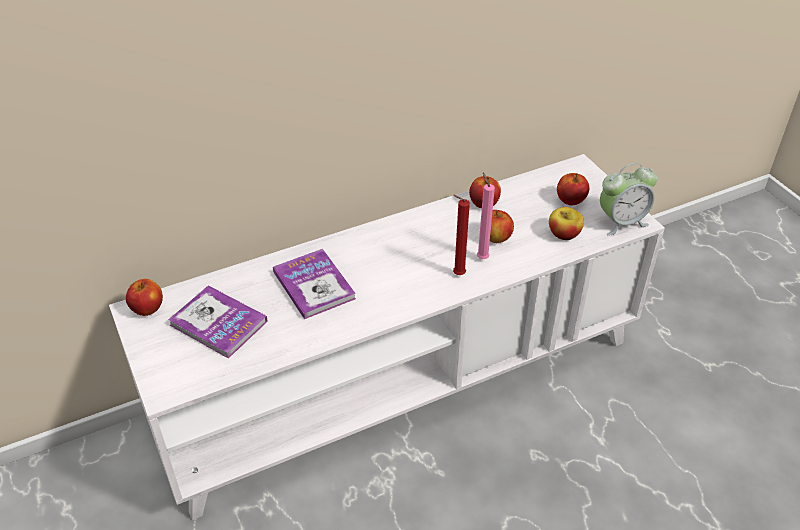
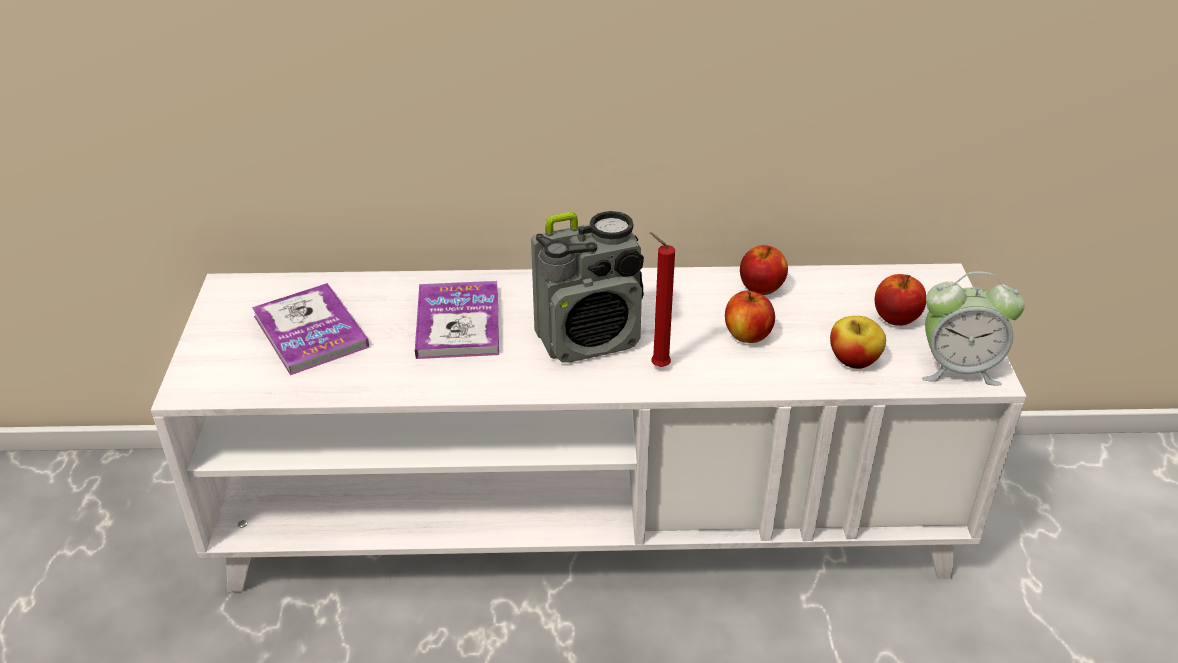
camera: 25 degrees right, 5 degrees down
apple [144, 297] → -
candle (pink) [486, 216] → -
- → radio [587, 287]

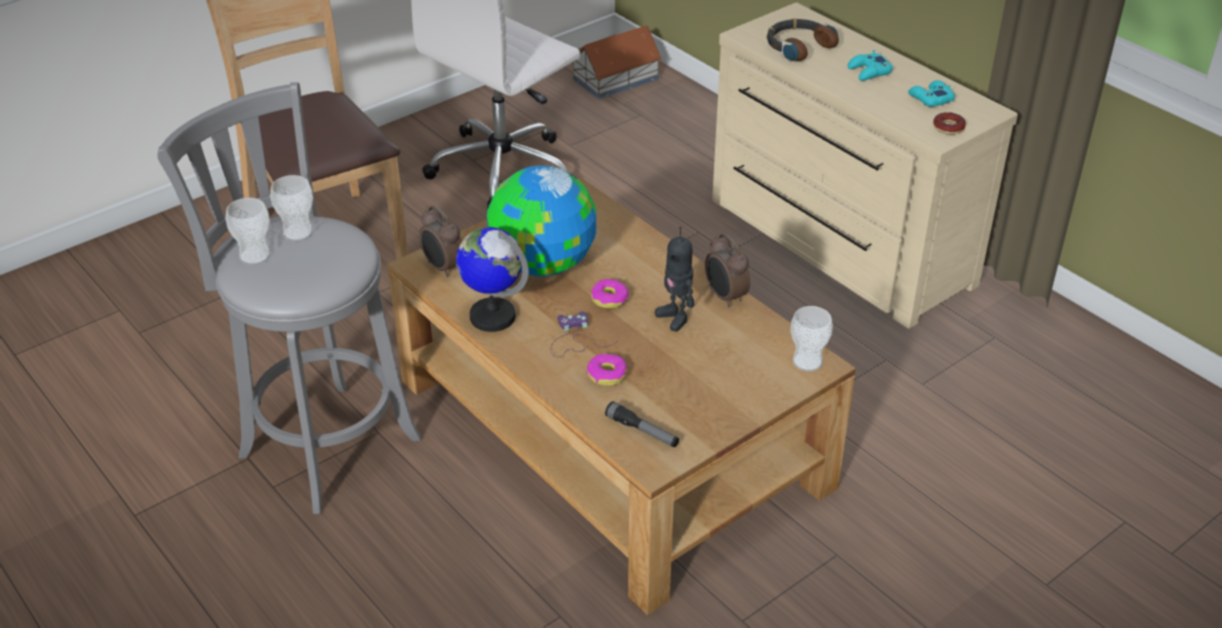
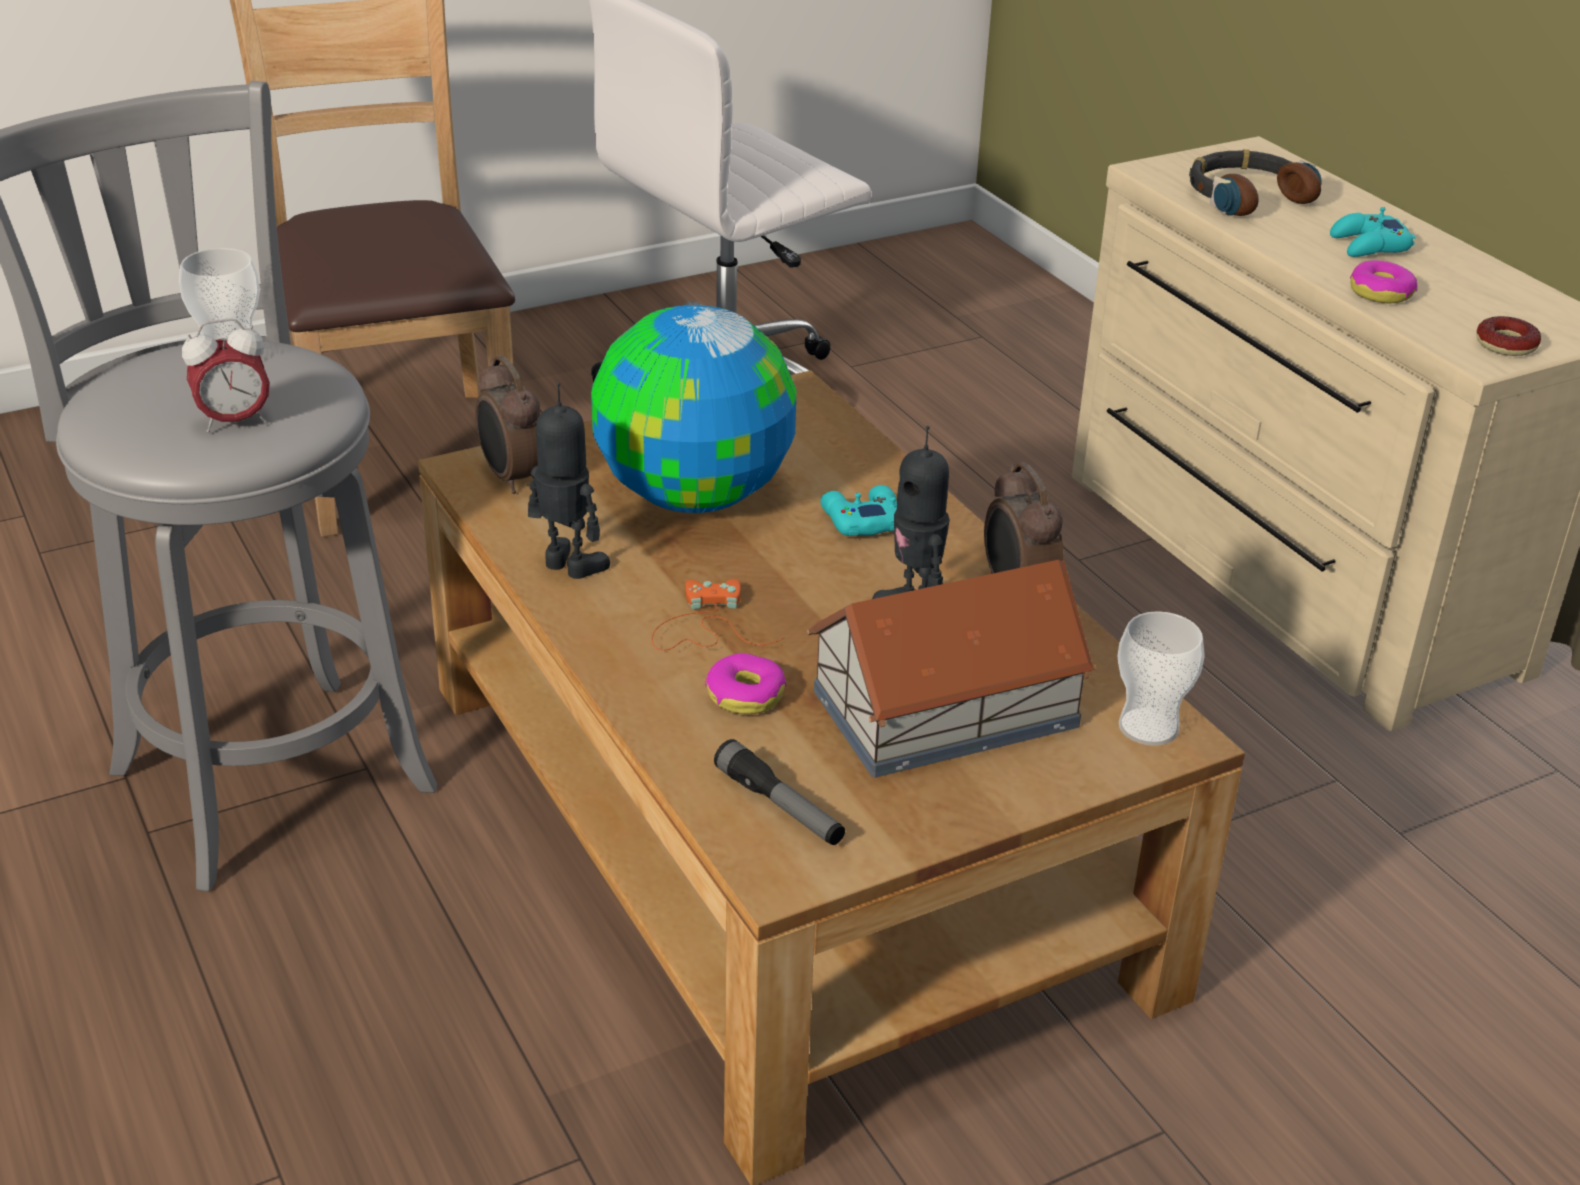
camera: 10 degrees right, 5 degrees down
cup [248, 231] → -
globe [492, 279] → toy robot [569, 480]
game controller (purple) [584, 334] → game controller (orange) [718, 614]
toy house [617, 63] → toy house [952, 669], relocated
donut [610, 294] → donut [1384, 282], relocated
game controller (turquoise) [931, 93] → game controller (turquoise) [858, 510], relocated
- → alarm clock [226, 375]

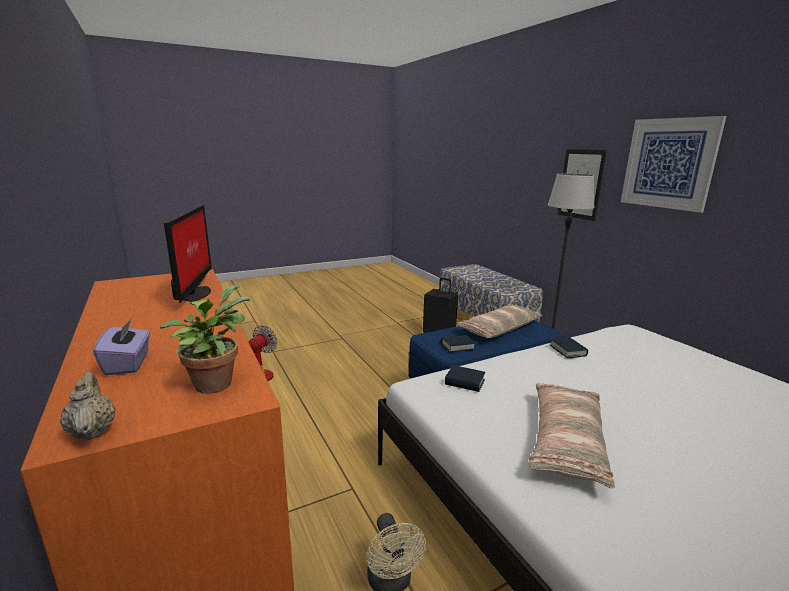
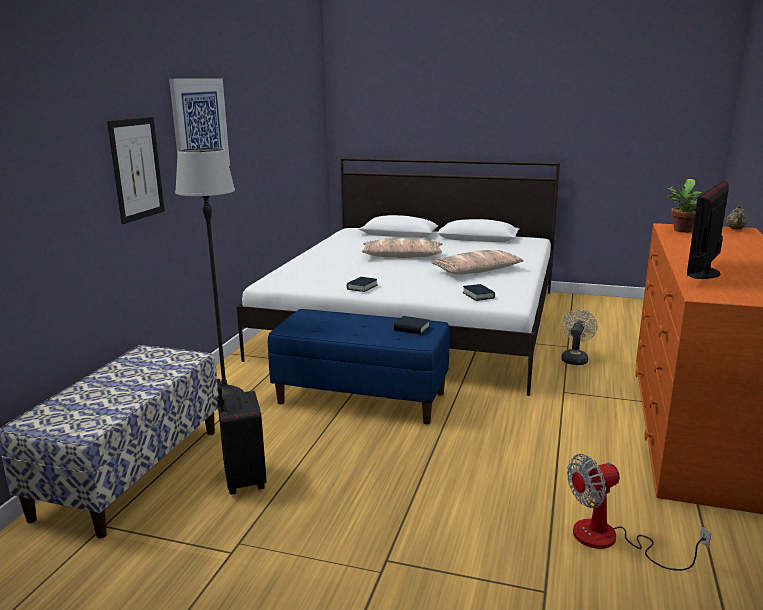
camera: 135 degrees left, 0 degrees up
tissue box (purple) [121, 347] → -
pillow [499, 321] → pillow [402, 248], relocated

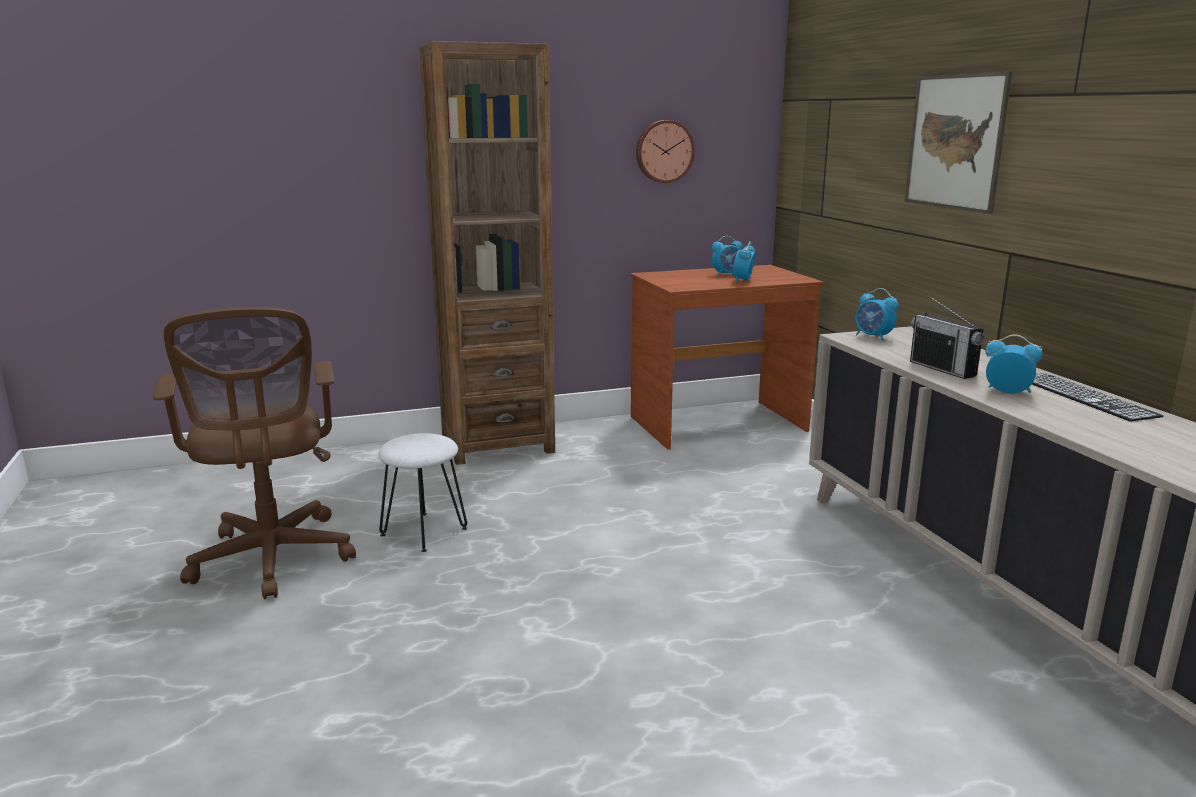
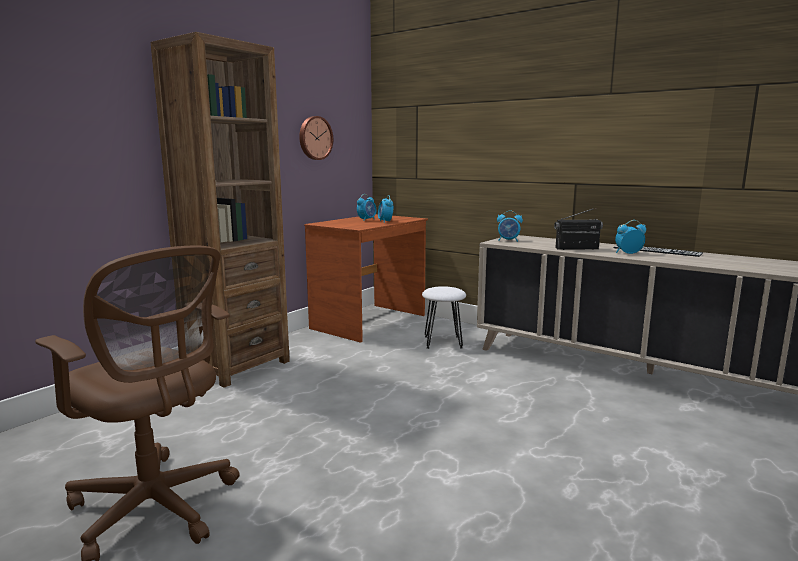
camera: 35 degrees left, 5 degrees down
stool (white) [422, 492] → stool (white) [444, 317], relocated
picture [958, 143] → -
radio [947, 337] → radio [578, 229], 150 degrees clockwise

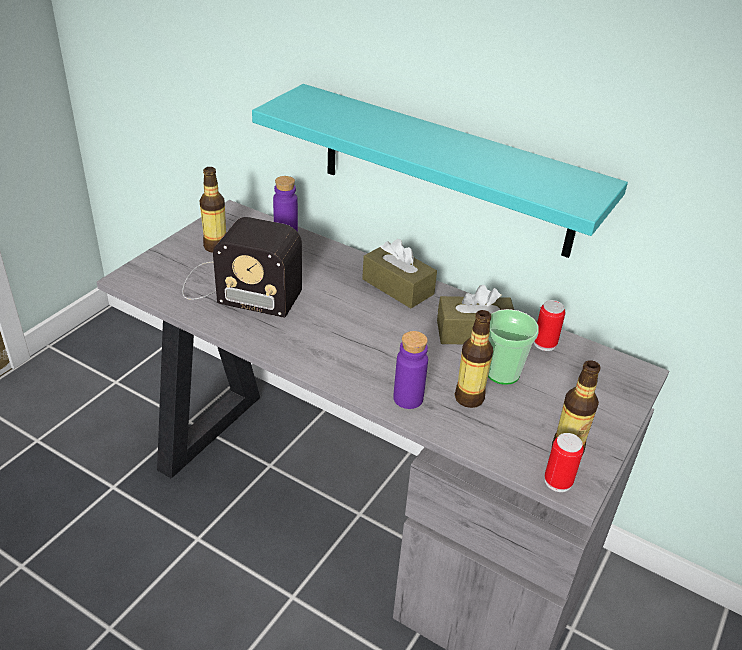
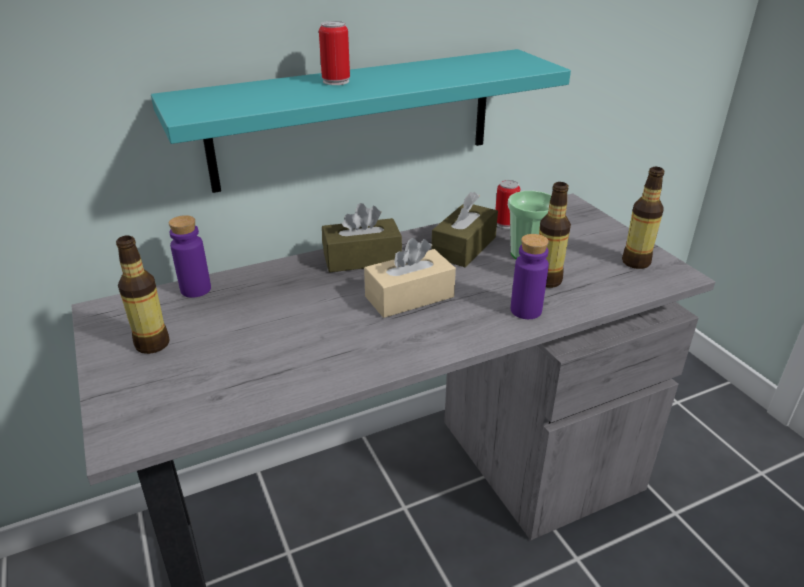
camera: 55 degrees left, 5 degrees down
radio [242, 267] → -
can [564, 462] → can [334, 53], relocated
- → tissue box (beige) [410, 278]

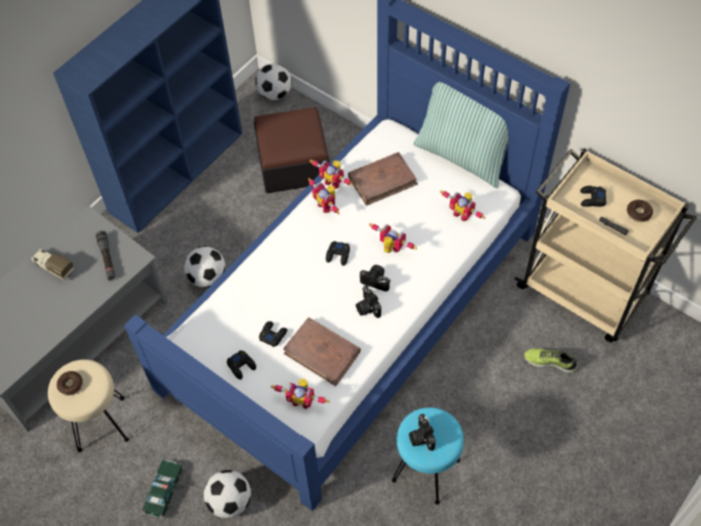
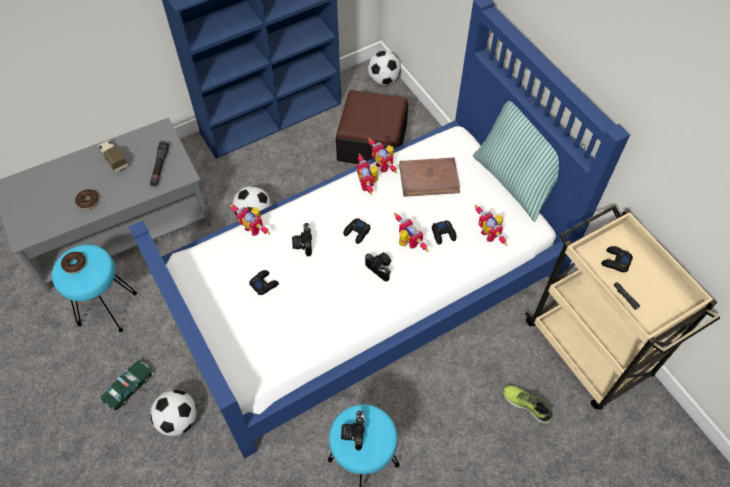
camera: 20 degrees right, 0 degrees up
stool (beige) [88, 405] → stool (turquoise) [94, 288]
game controller (black) [241, 364] → game controller (black) [444, 232], relocated
toy robot [300, 394] → toy robot [250, 220], relocated
book (brown) [322, 351] → -
photo camera [368, 301] → photo camera [302, 239], relocated
donut [640, 211] → donut [87, 199], relocated

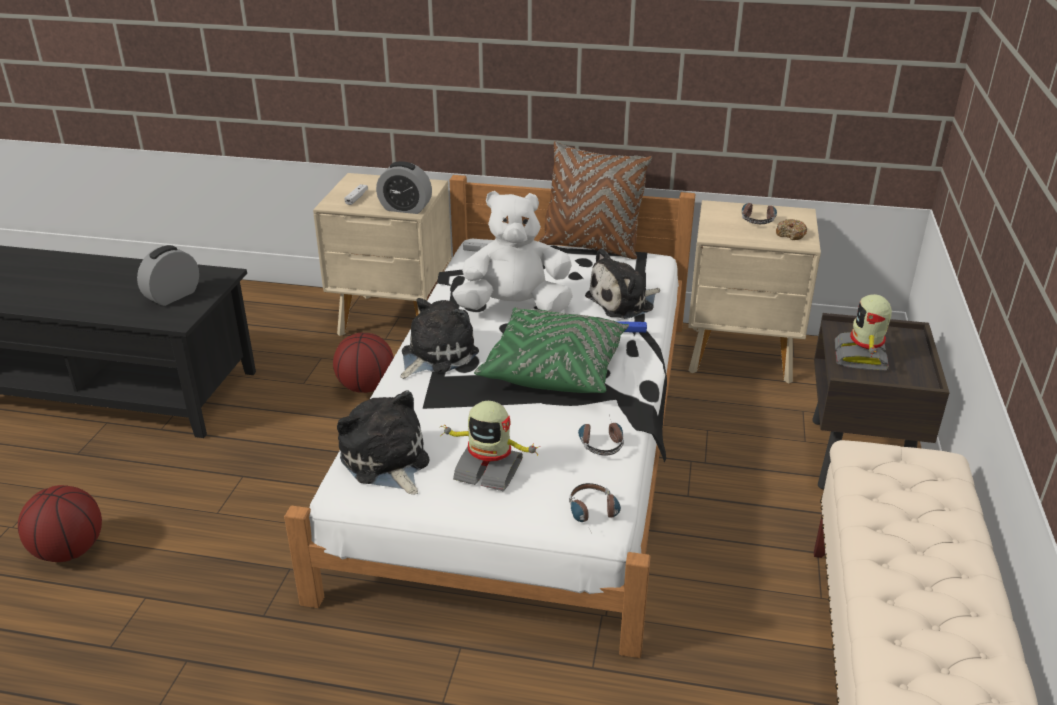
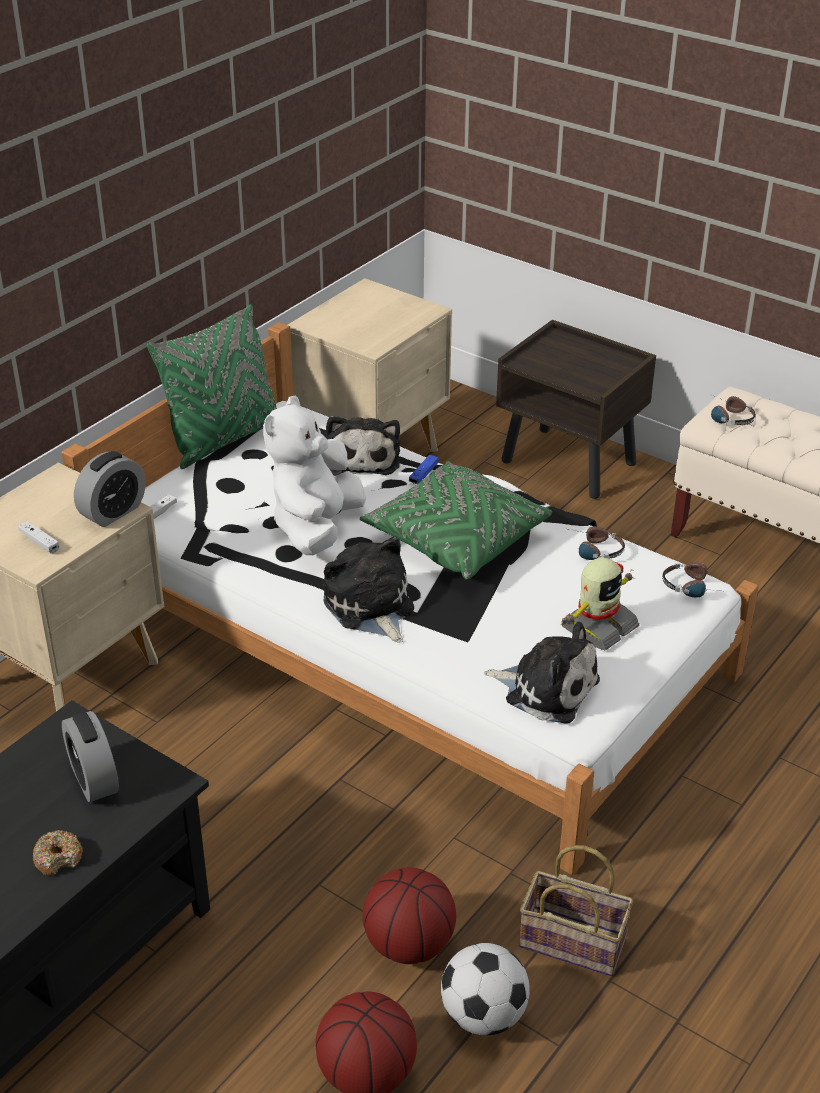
camera: 65 degrees left, 5 degrees up
basketball [363, 363] → basketball [409, 915], relocated
plush toy [383, 442] → plush toy [542, 672], 150 degrees counterclockwise
pillow (brown) [595, 200] → pillow (green) [212, 386]
headphones [759, 213] → headphones [733, 410], relocated
donut [792, 229] → donut [58, 853], relocated
toy robot [863, 332] → -
- → football [485, 989]
- → basket [576, 910]

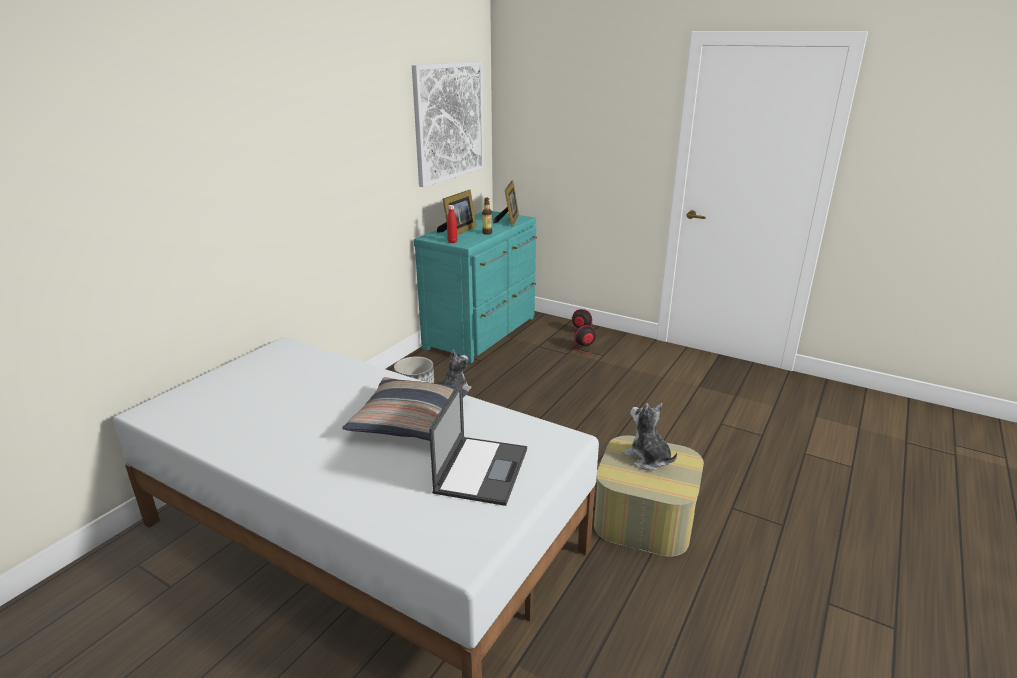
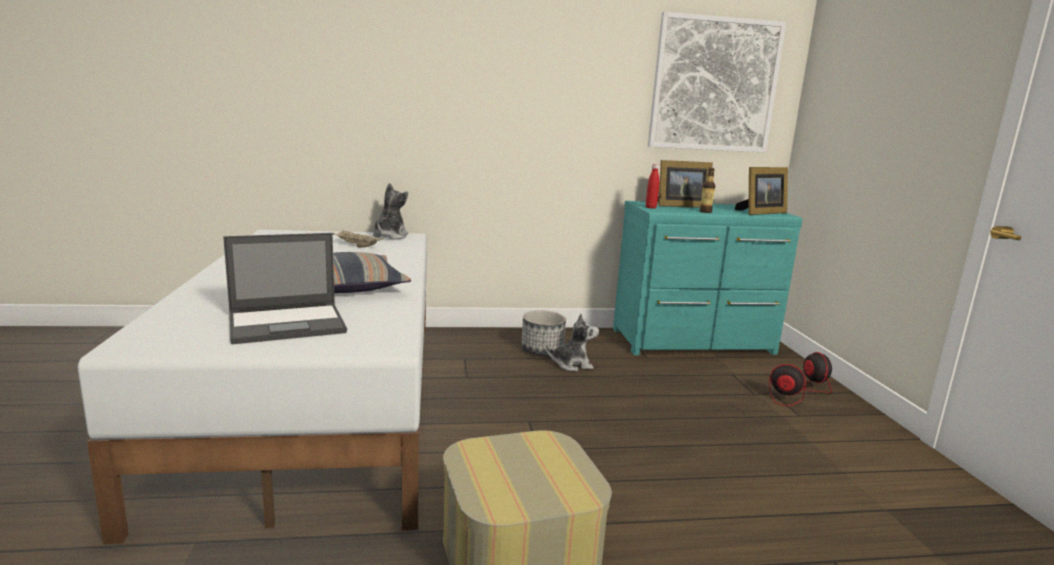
camera: 50 degrees right, 10 degrees down
plush toy [649, 436] → plush toy [390, 211], relocated
- → tray (beige) [358, 239]

